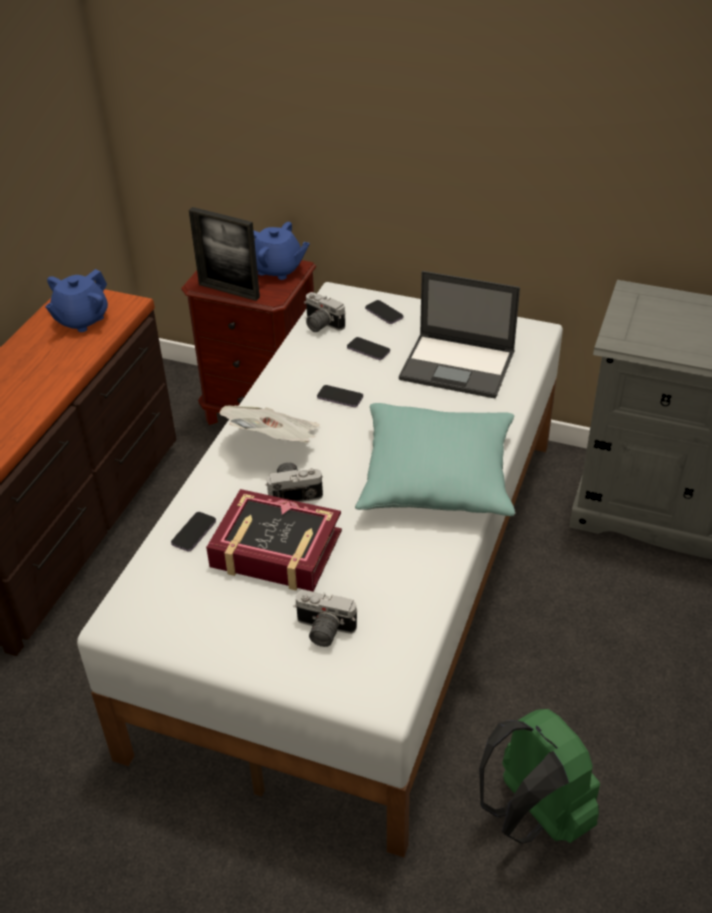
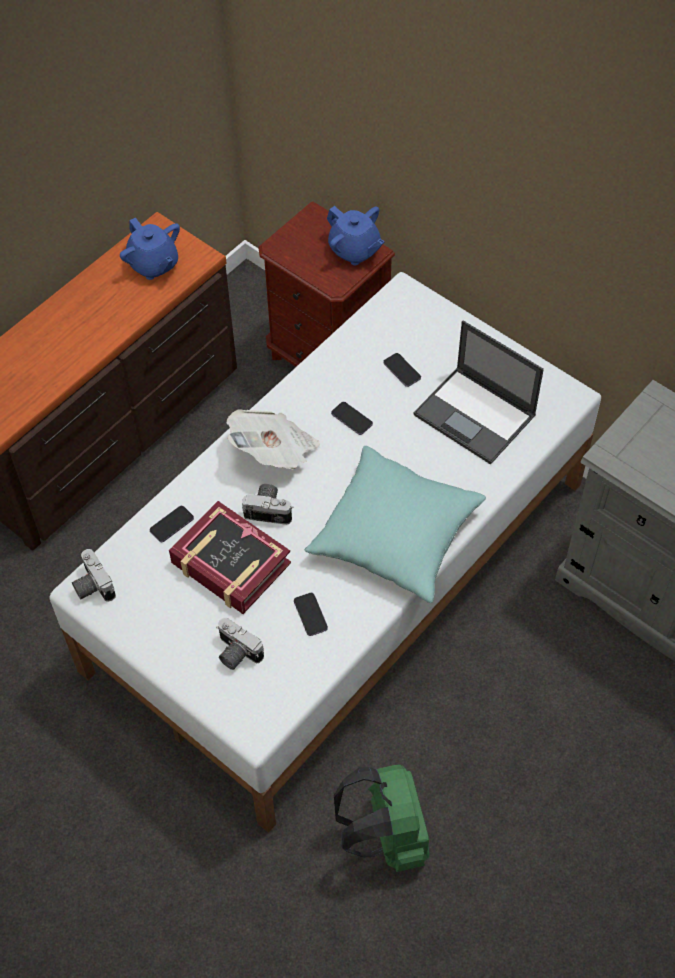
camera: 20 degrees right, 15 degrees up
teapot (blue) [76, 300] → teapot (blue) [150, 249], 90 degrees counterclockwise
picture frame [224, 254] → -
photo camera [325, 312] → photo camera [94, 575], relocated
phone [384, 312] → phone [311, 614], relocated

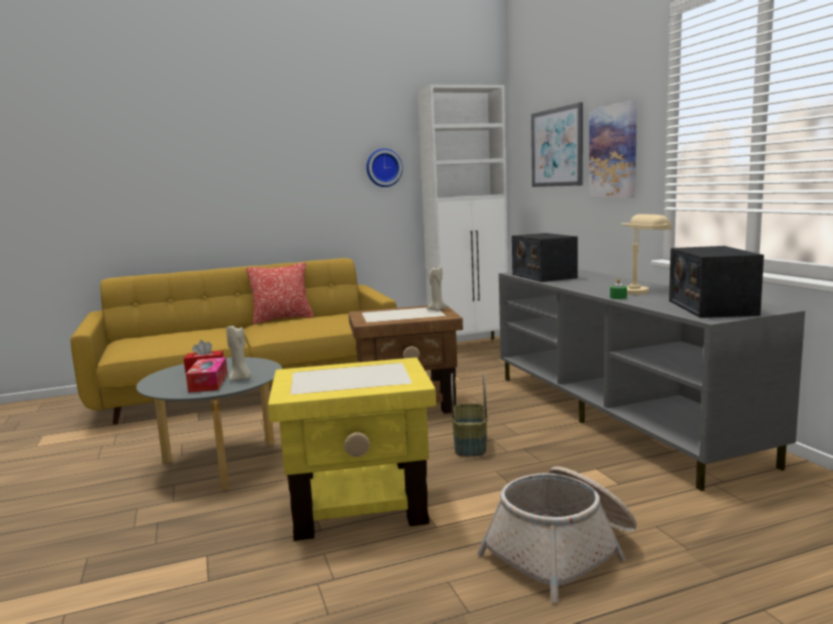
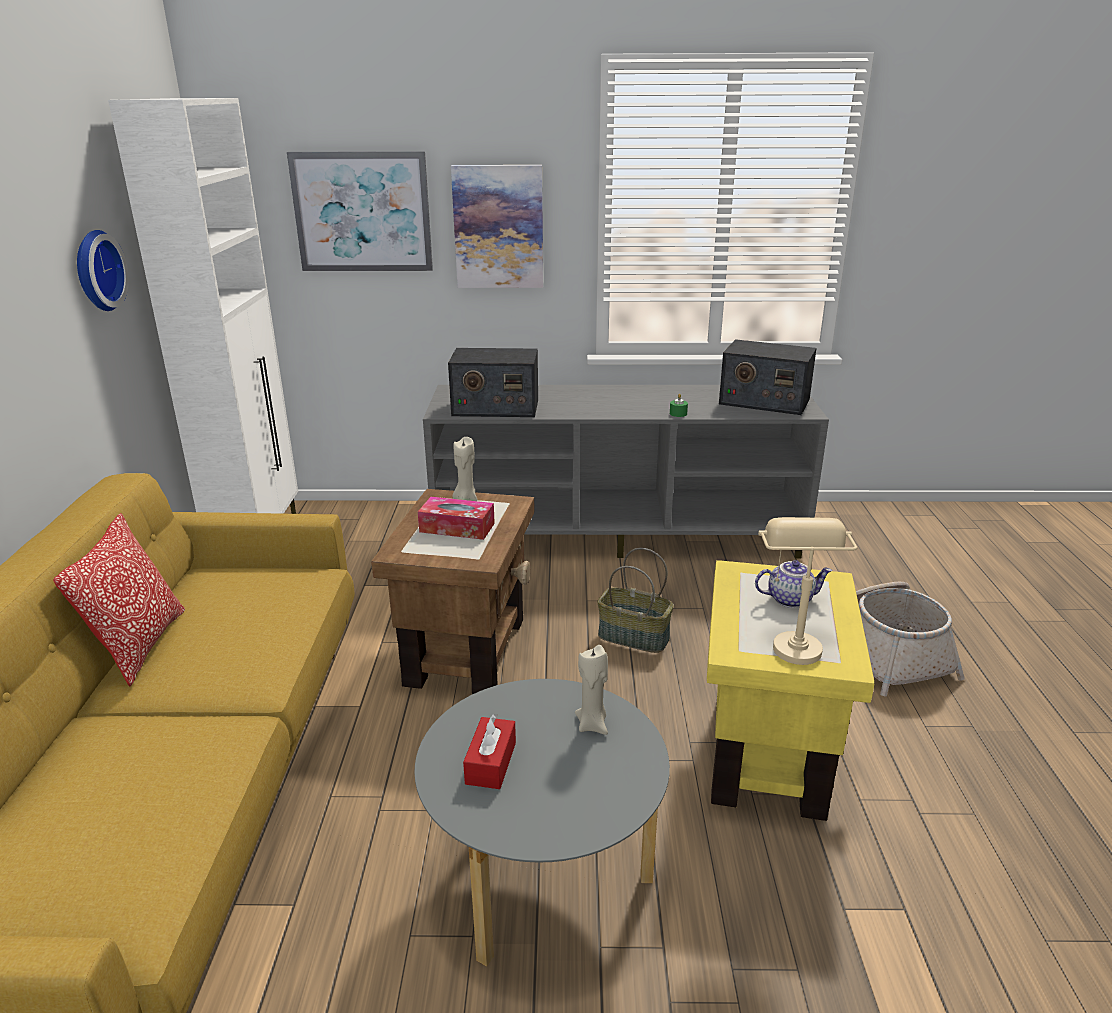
camera: 70 degrees left, 15 degrees up
tissue box [207, 375] → tissue box [456, 518], relocated
table lamp (beige) [646, 254] → table lamp (beige) [807, 591], relocated
- → teapot [793, 584]

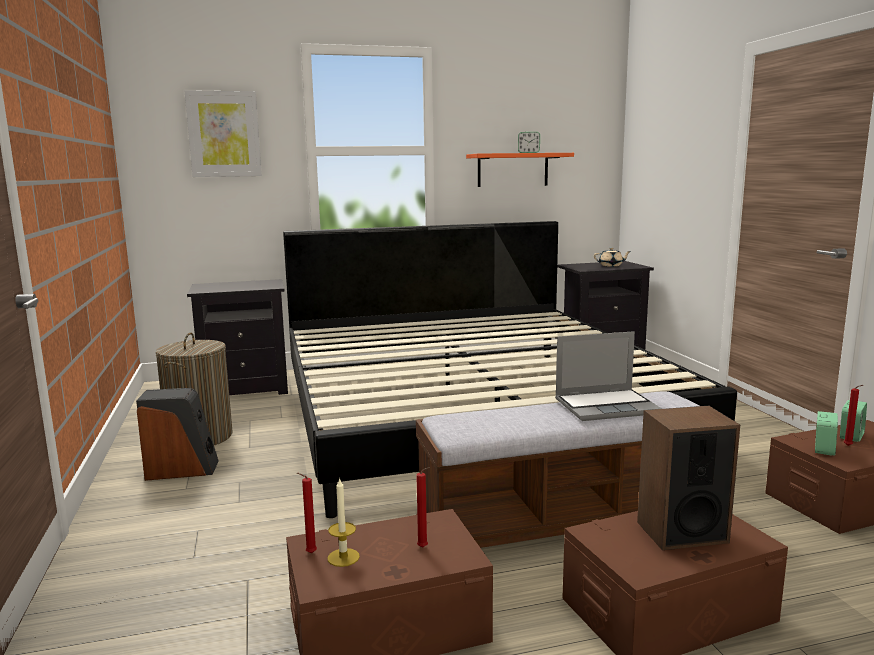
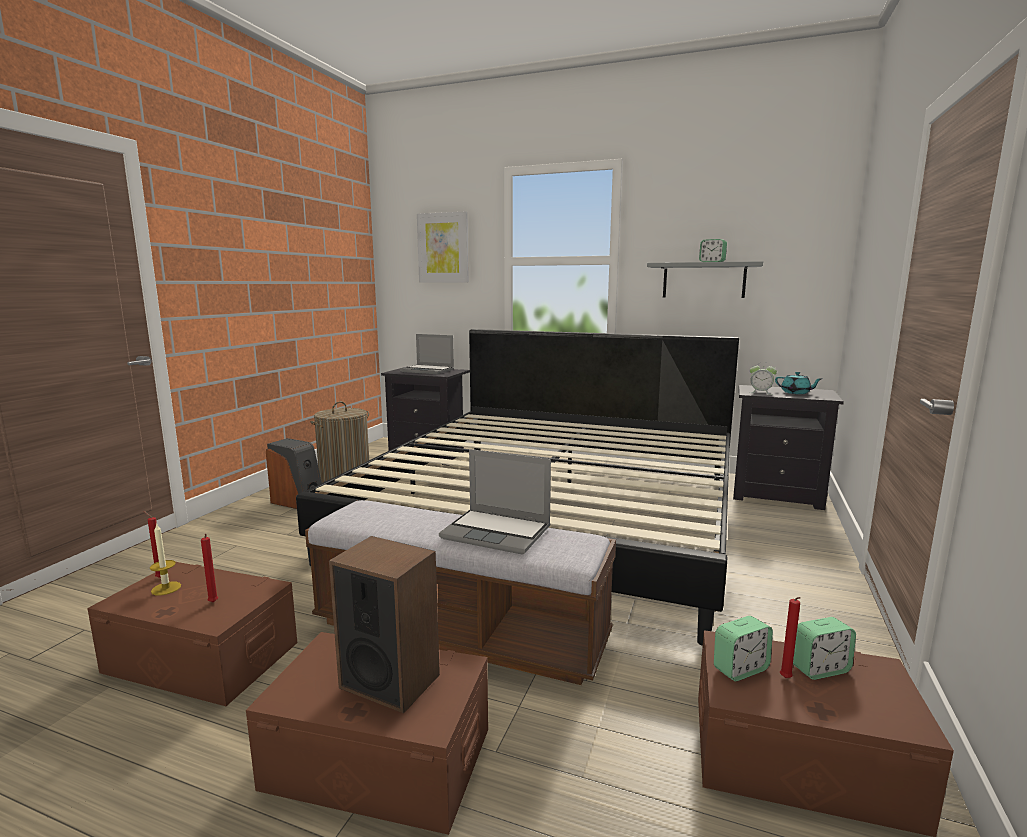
camera: 35 degrees right, 0 degrees up
shelf (orange) [520, 170] → shelf (grey) [705, 279]
teapot (beige) [612, 257] → teapot (turquoise) [798, 383]
- → laptop [427, 354]
- → alarm clock [763, 380]

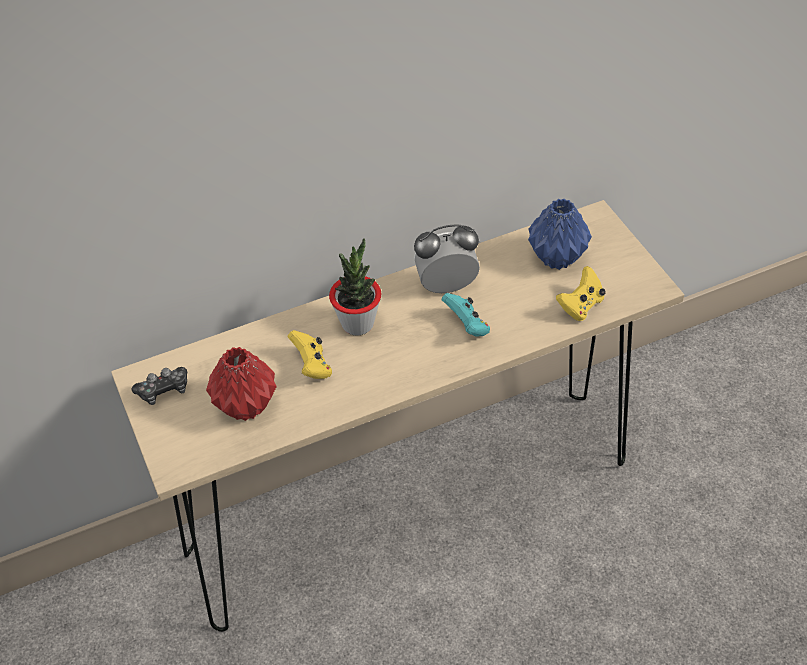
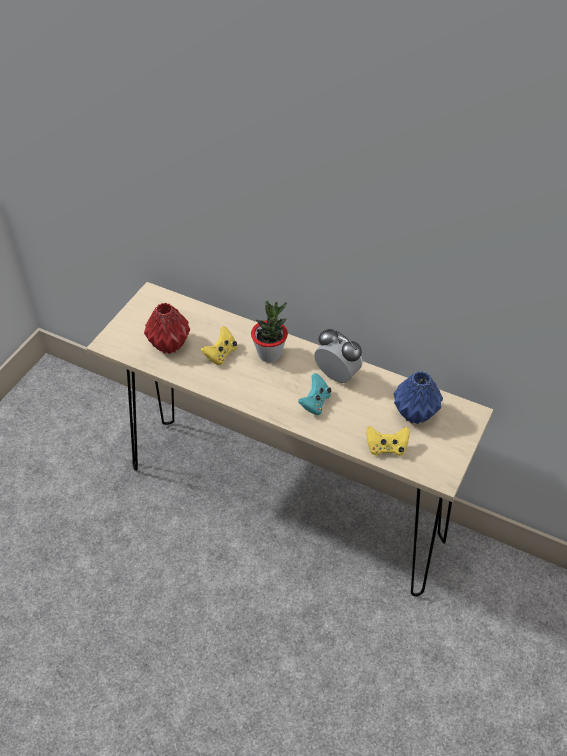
camera: 50 degrees right, 0 degrees up
game controller [159, 386] → -

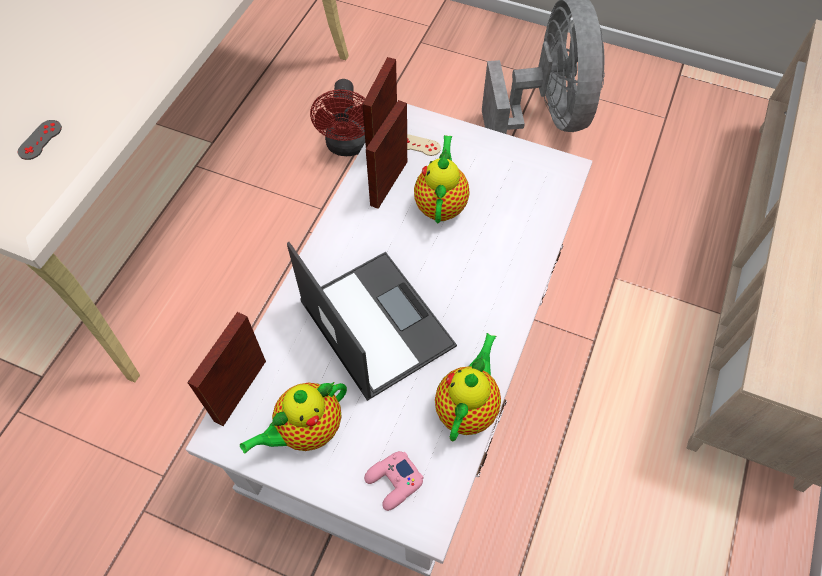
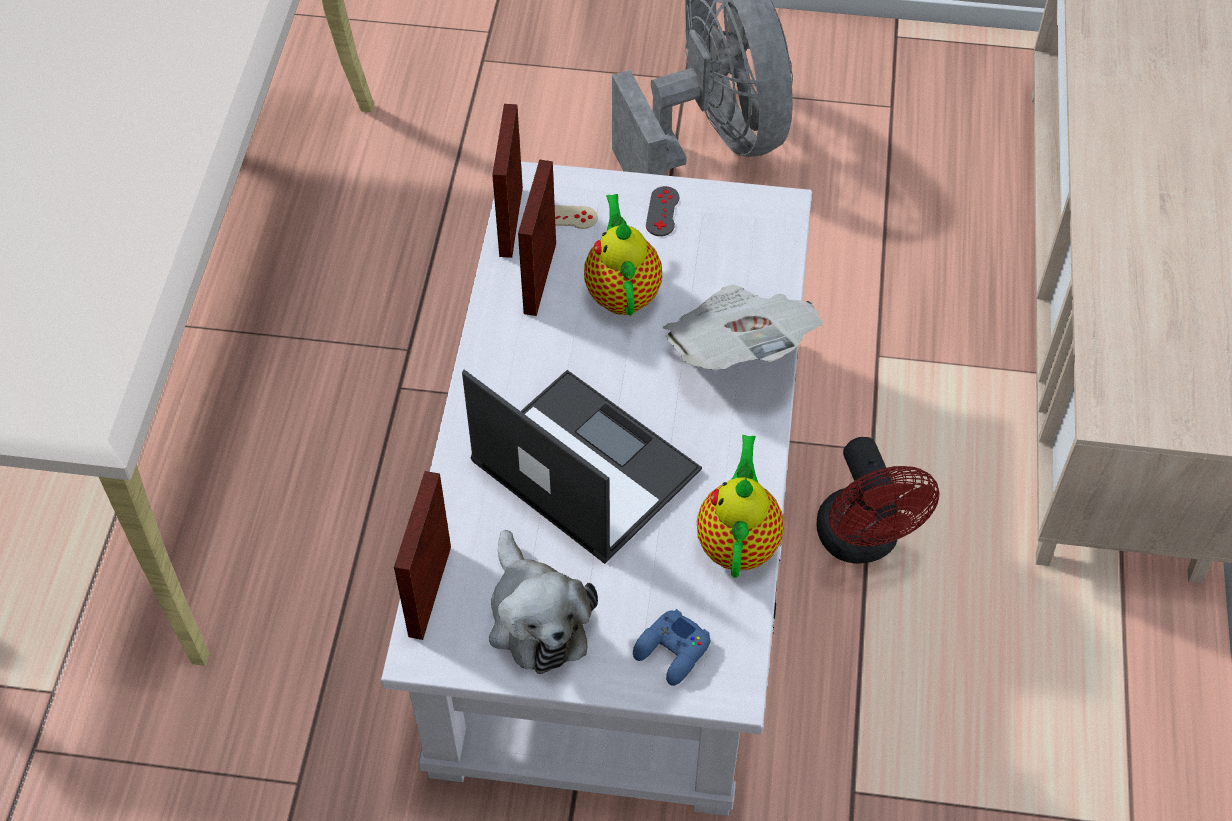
camera: 15 degrees left, 5 degrees down
game controller (grey) [40, 140] → game controller (grey) [662, 211], relocated
teapot [293, 417] → plush toy [543, 602]
fan (red) [337, 117] → fan (red) [878, 500], relocated
game controller (pink) [393, 481] → game controller (blue) [671, 647]
- → newspaper [743, 327]

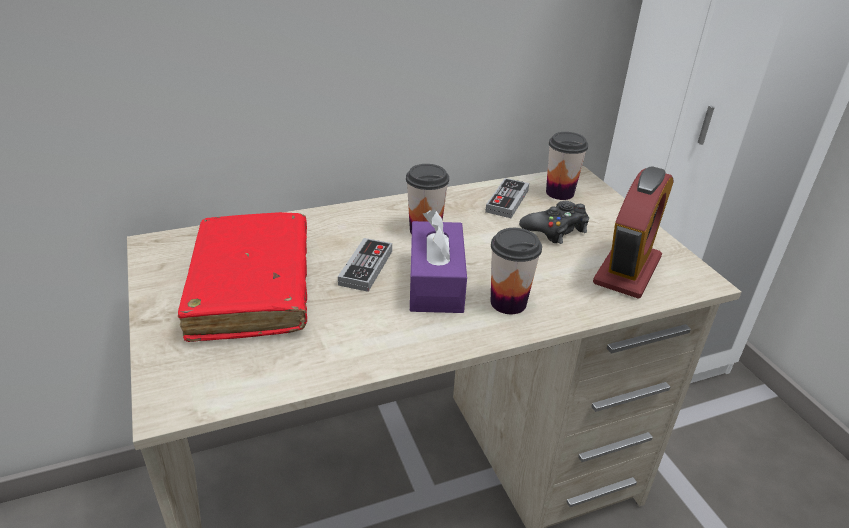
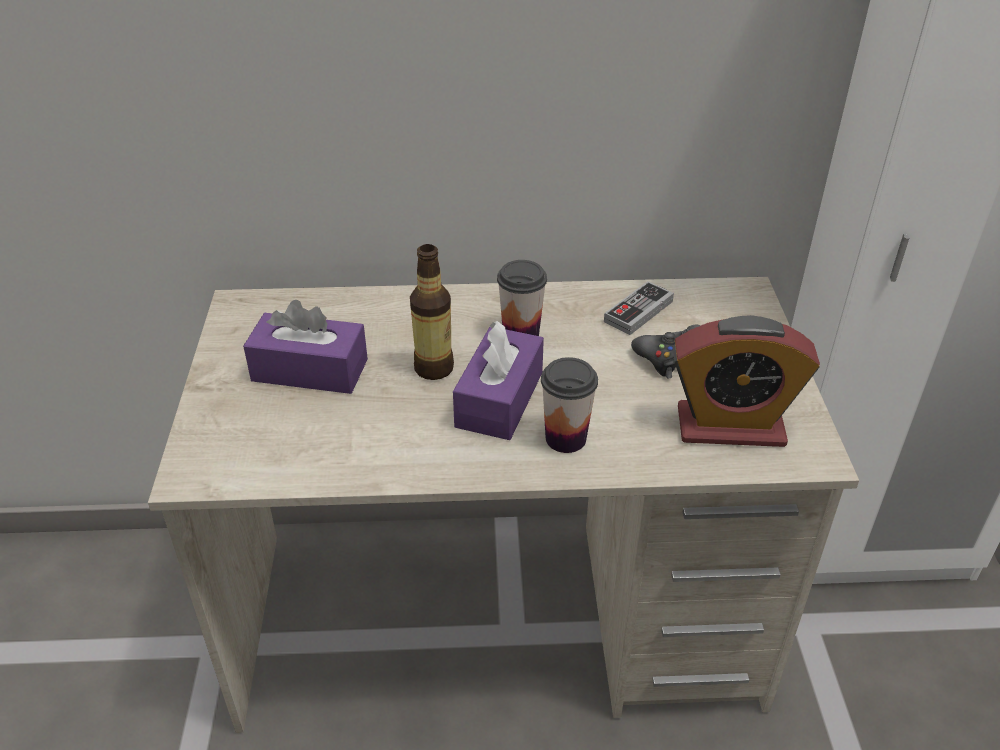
camera: 20 degrees right, 5 degrees up
book (red) [242, 277] → tissue box (purple) [305, 347]
game controller [365, 265] → bottle [432, 312]
cup [567, 166] → -
alarm clock [633, 232] → alarm clock [746, 381], 45 degrees clockwise

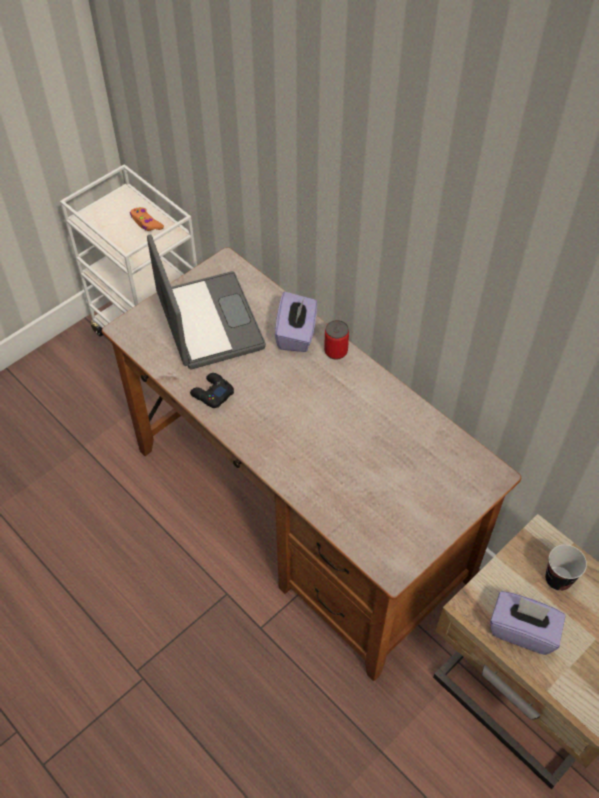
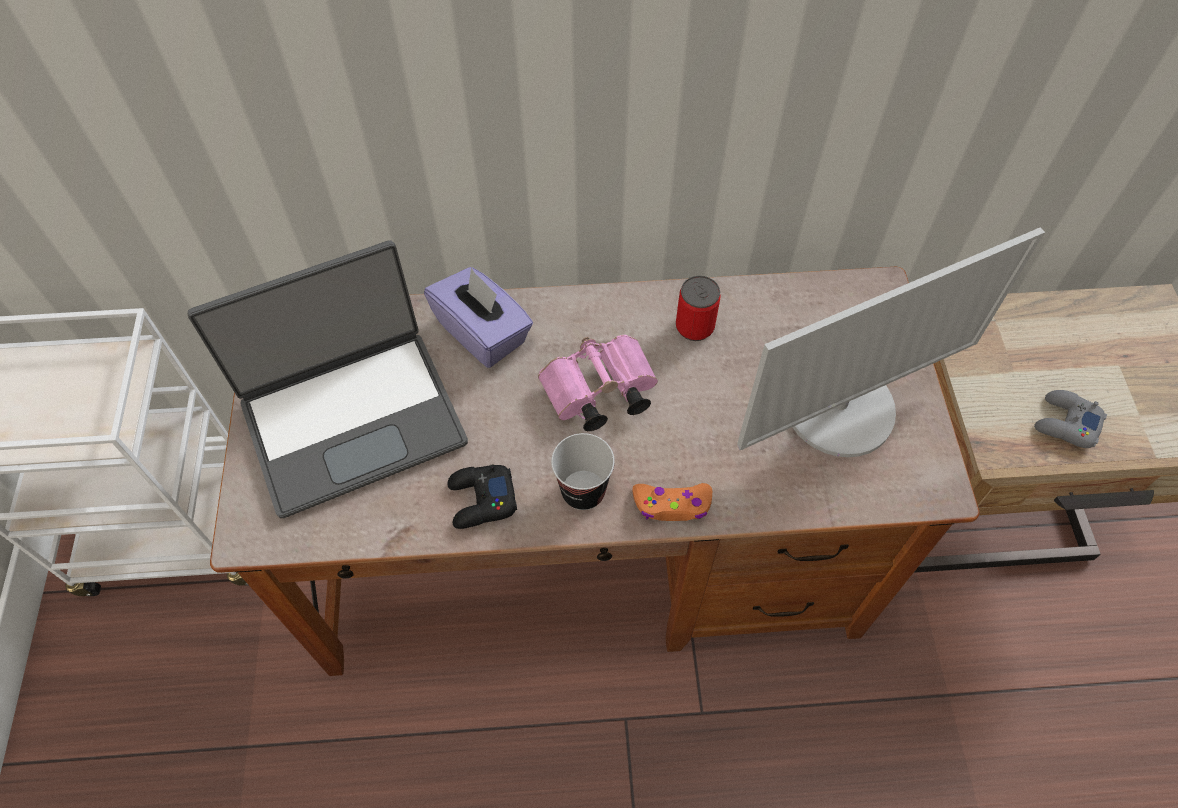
camera: 50 degrees left, 5 degrees up
game controller (orange) [147, 219] → game controller (orange) [672, 502], relocated
laptop [206, 302] → laptop [328, 379], 135 degrees clockwise
can [336, 340] → can [698, 308], relocated
tissue box (purple) [527, 623] → game controller (grey) [1070, 419]
cup [566, 568] → cup [583, 471], relocated
- → binoculars (pink) [598, 383]
- → monitor [891, 342]

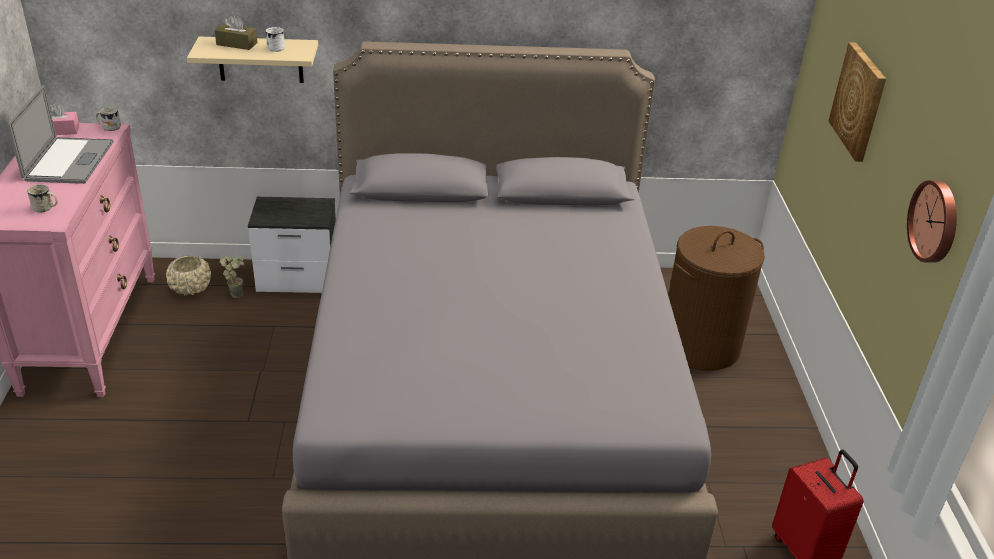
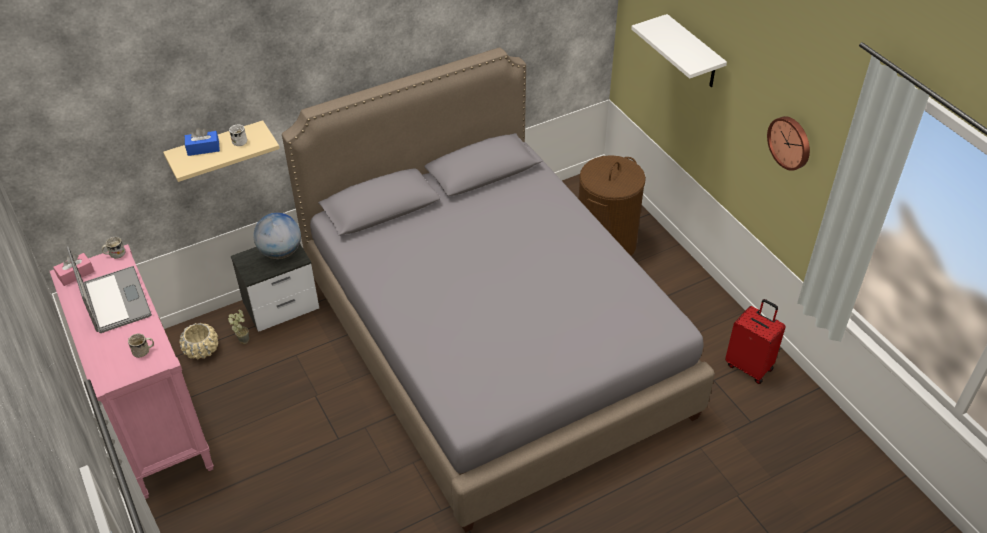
camera: 25 degrees left, 10 degrees up
tissue box (brown) [236, 32] → tissue box (blue) [202, 142]
picture [857, 102] → shelf (white) [679, 50]
- → globe [277, 236]

